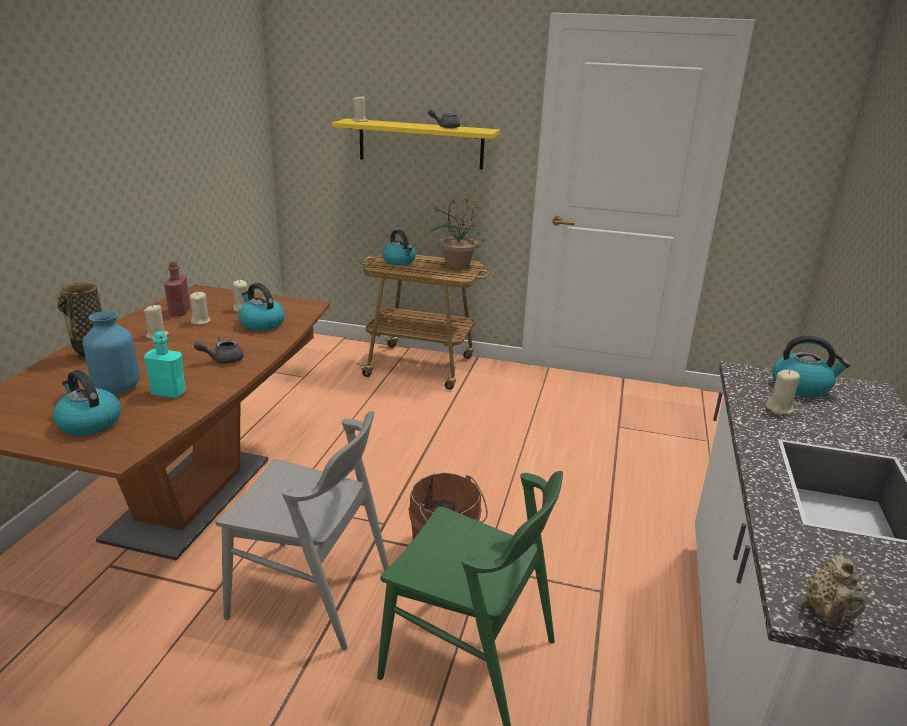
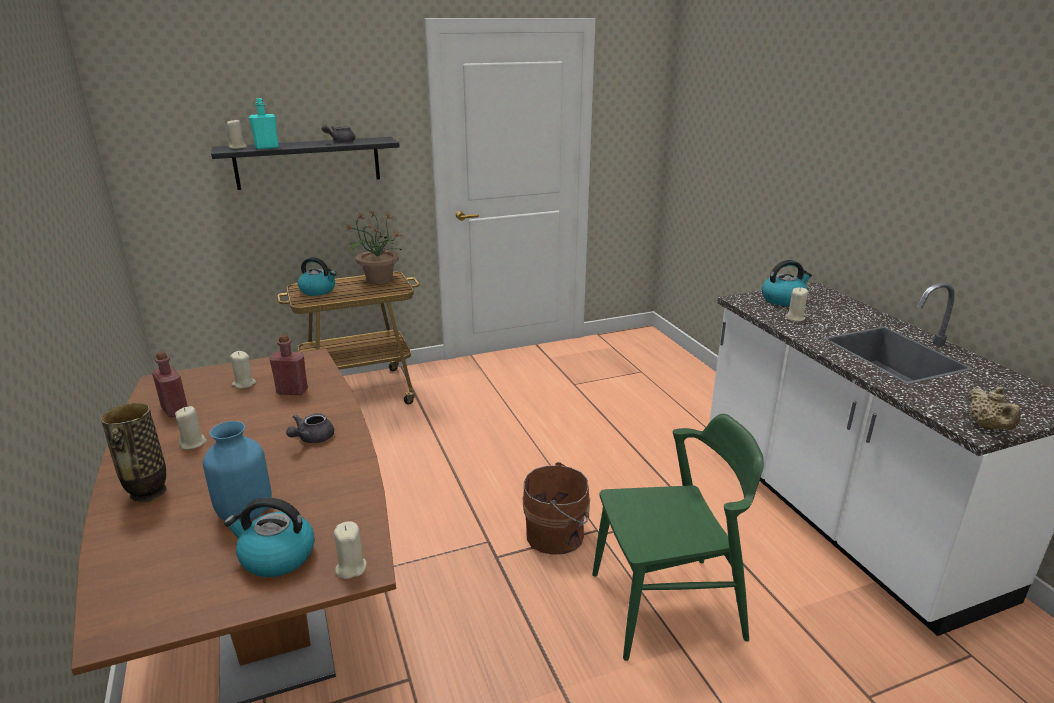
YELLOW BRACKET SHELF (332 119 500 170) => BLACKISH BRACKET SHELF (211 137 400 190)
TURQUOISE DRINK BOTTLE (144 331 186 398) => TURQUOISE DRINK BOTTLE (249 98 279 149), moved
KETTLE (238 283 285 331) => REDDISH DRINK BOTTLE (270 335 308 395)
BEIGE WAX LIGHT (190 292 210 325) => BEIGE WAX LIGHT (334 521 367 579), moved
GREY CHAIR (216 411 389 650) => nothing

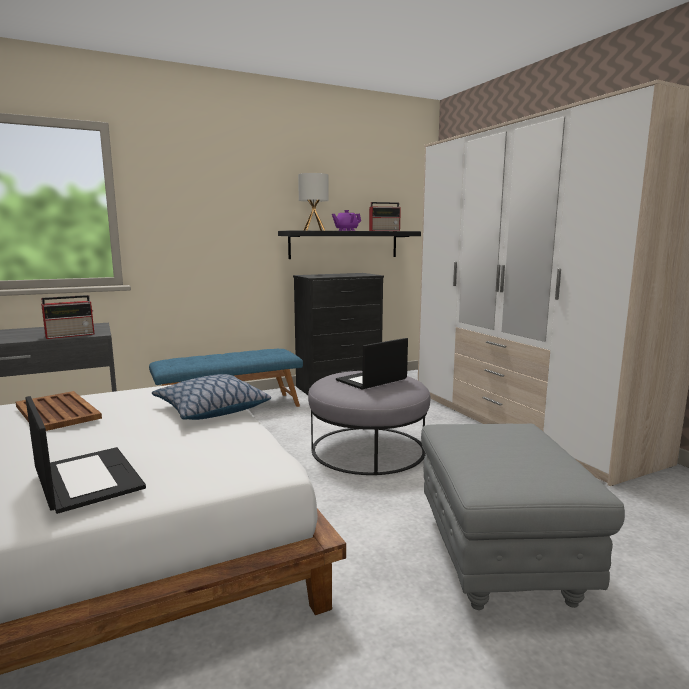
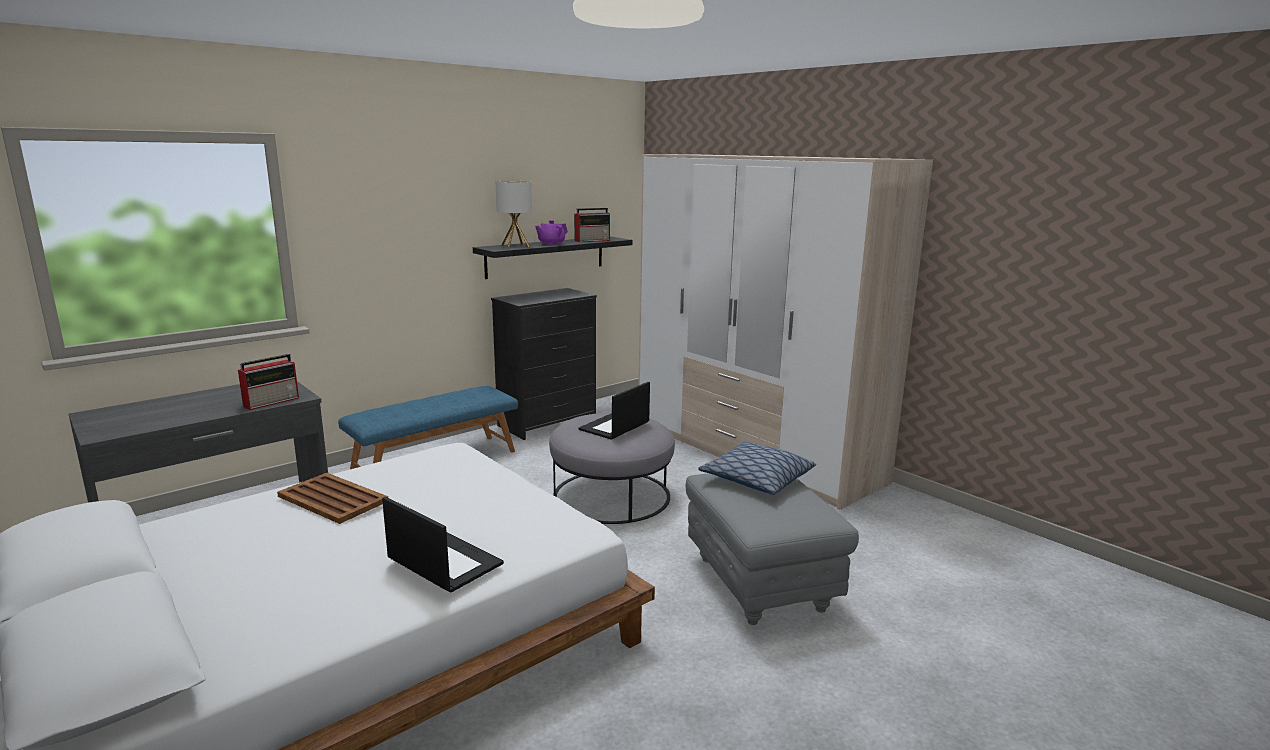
THROW PILLOW (152 374 271 420) => THROW PILLOW (698 442 816 495), moved

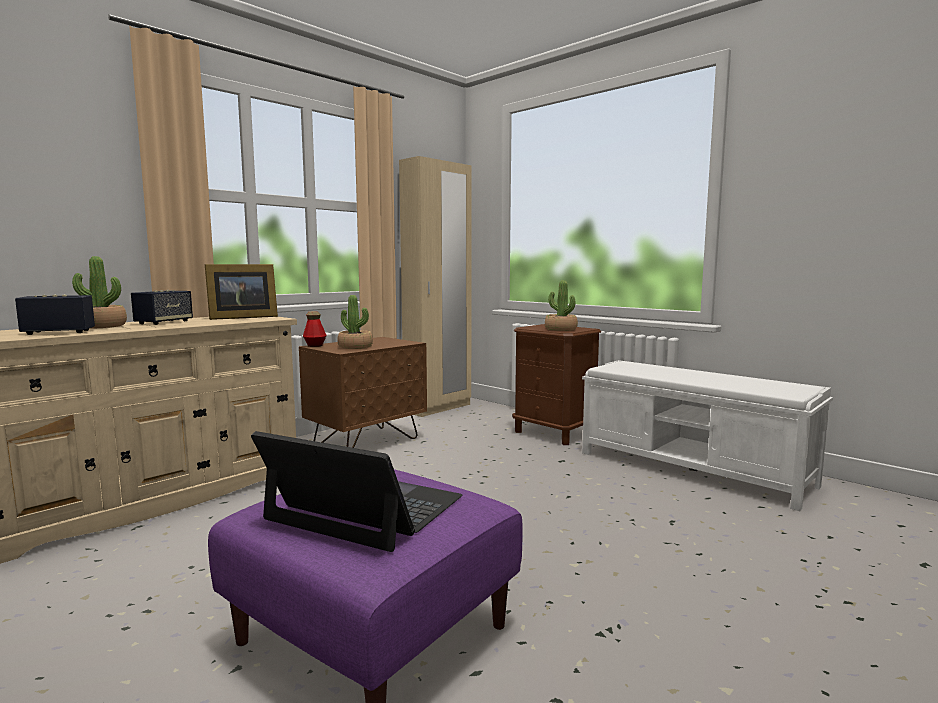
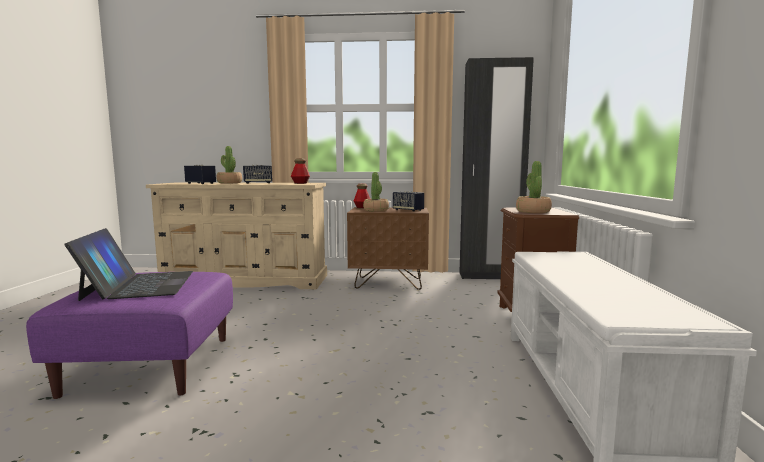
STANDING FRAME (205 264 278 320) => DRINK BOTTLE (291 158 310 184)
nothing => LOUDSPEAKER (393 191 424 212)
BEIGE ARMOIRE (399 156 471 417) => BLACKISH ARMOIRE (459 57 534 279)

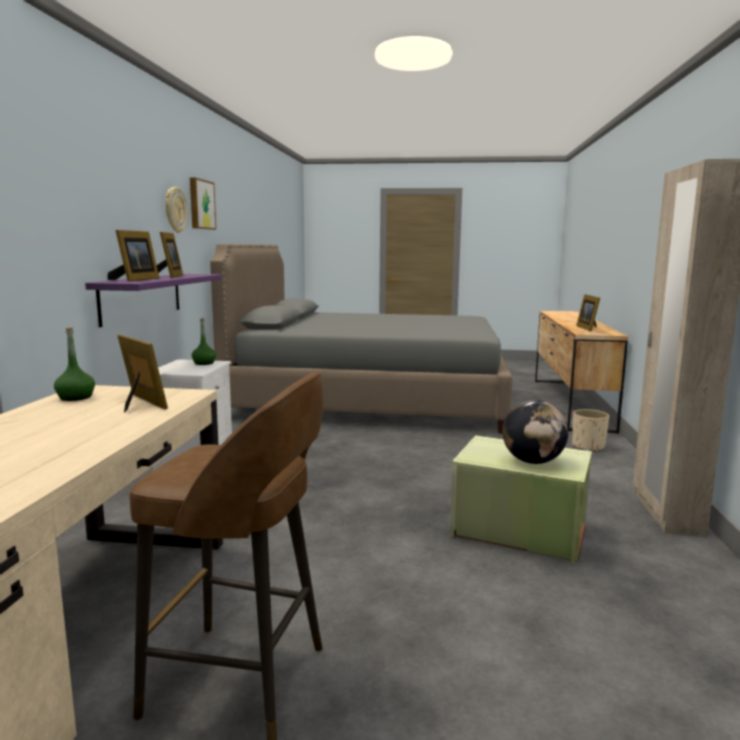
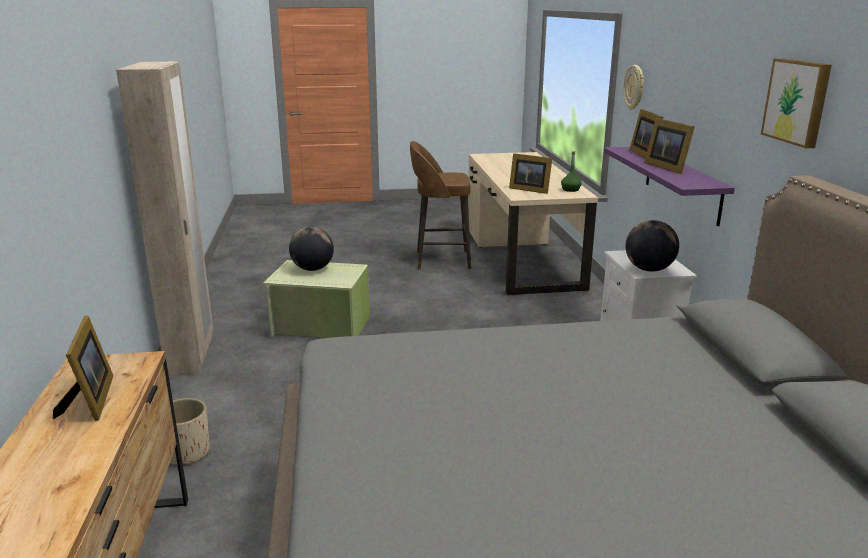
HANGING CLOCK (166 187 188 233) => HANGING CLOCK (623 65 644 110), moved
GREEN DRINK BOTTLE (192 318 216 365) => WORLD GLOBE (626 220 679 272)

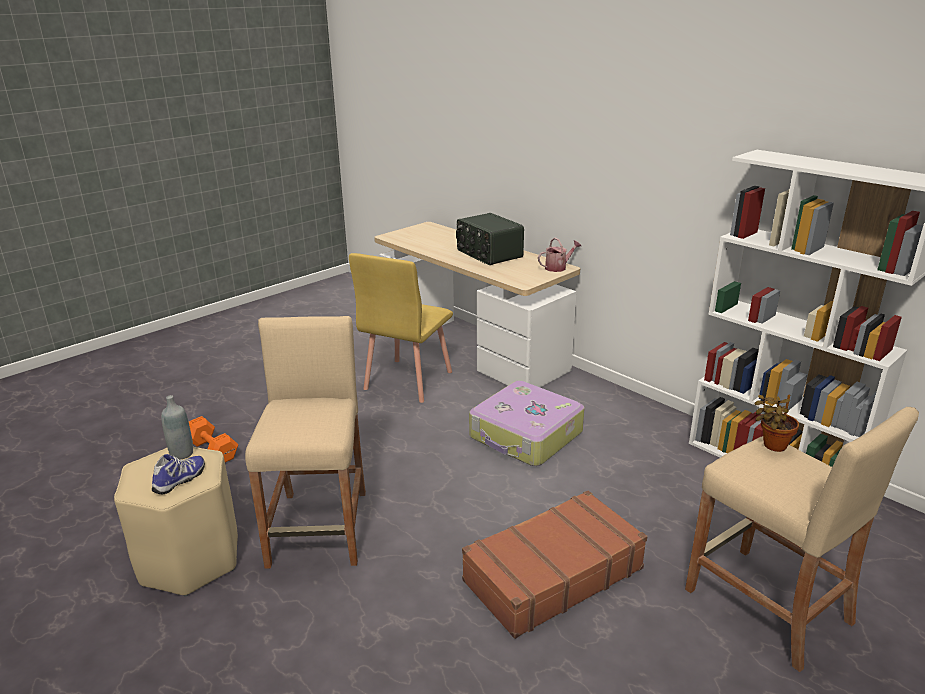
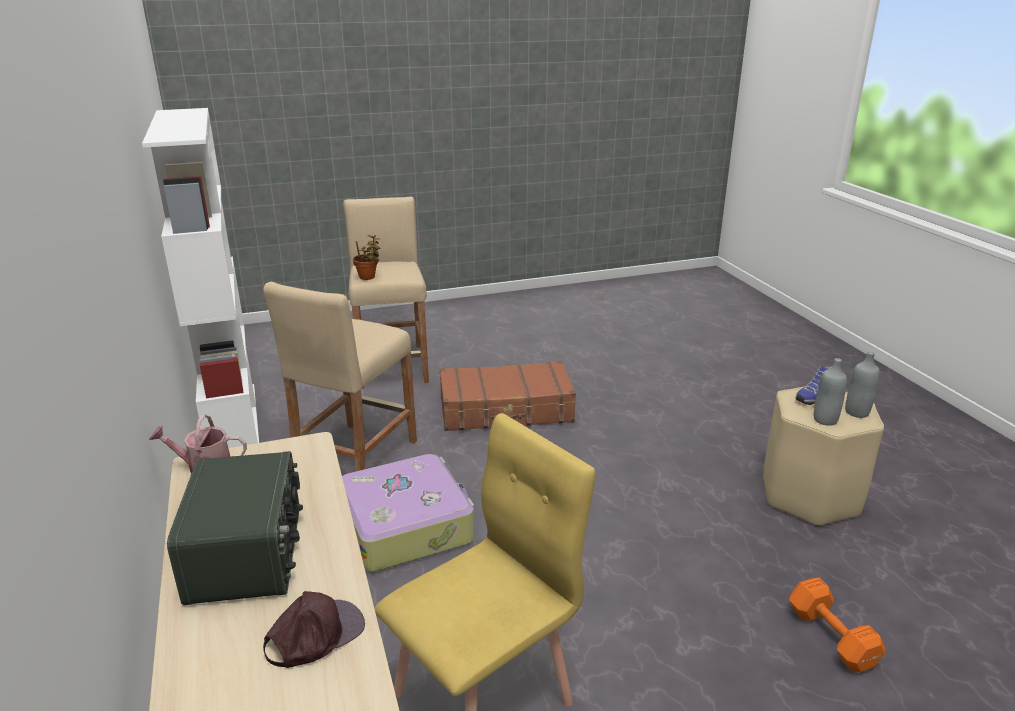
BEIGE STOOL SEAT (245 316 366 569) => BEIGE STOOL SEAT (263 281 417 472), moved
nothing => BROWN-COLOURED BASEBALL CAP (263 591 365 668)
nothing => GREY DRINK BOTTLE (845 351 880 418)

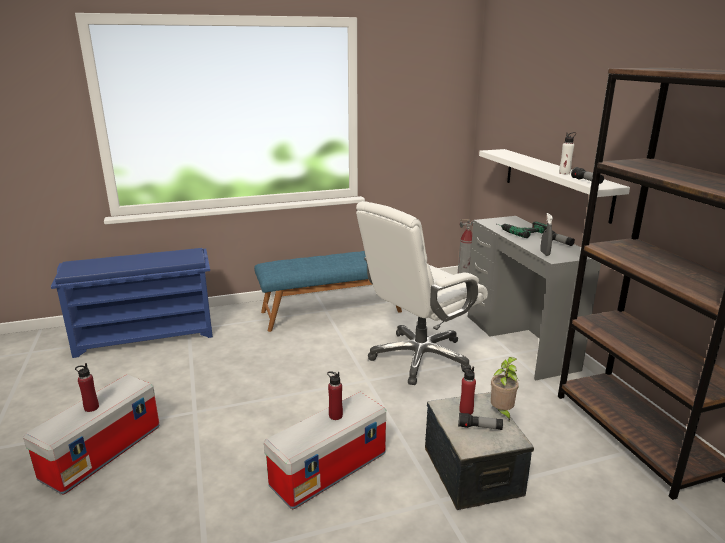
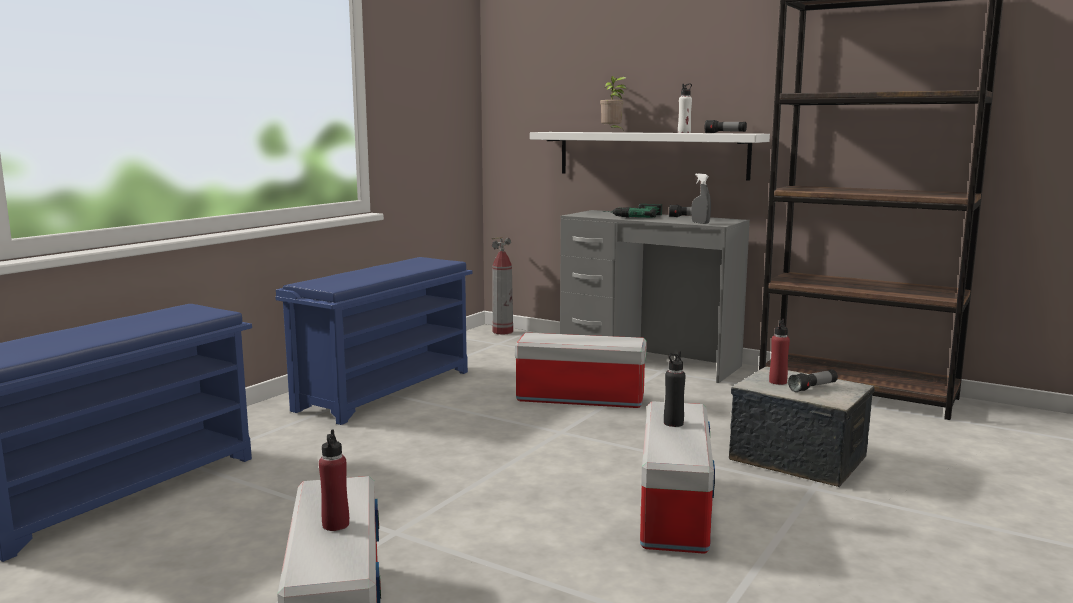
BLUE-COLOURED BENCH (254 251 402 332) => BLUE-COLOURED SHOE RACK (275 257 472 425)
WHITE-COLOURED DESK CHAIR (356 201 488 385) => STORAGE CONTAINER (515 333 647 408)
POTTED PLANT (491 357 519 421) => POTTED PLANT (600 76 626 131), moved
REDDISH DRINK BOTTLE (327 371 343 420) => BLACKISH DRINK BOTTLE (664 351 686 427)

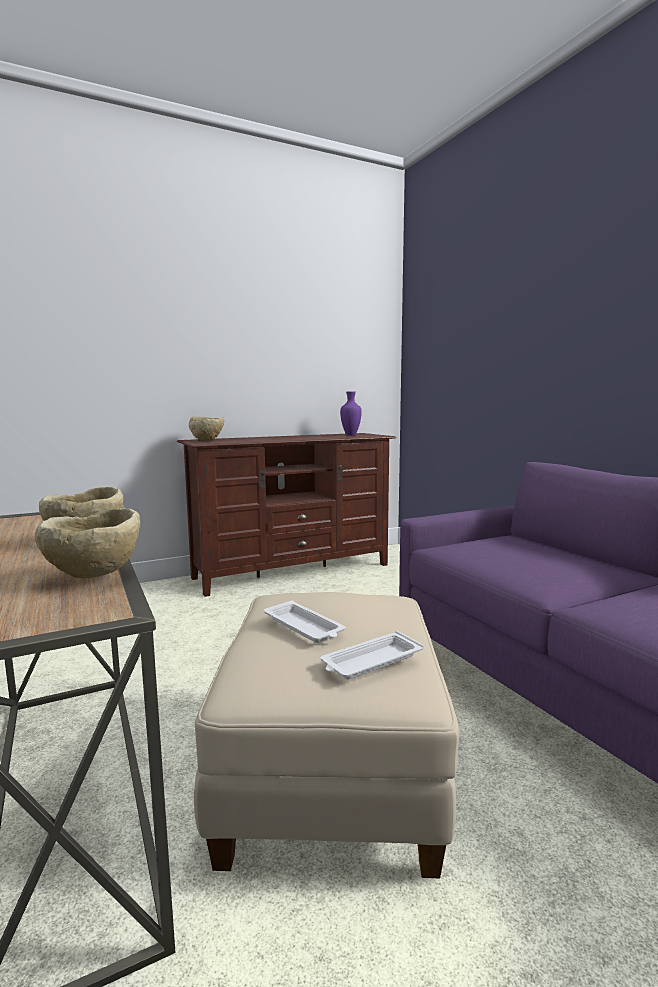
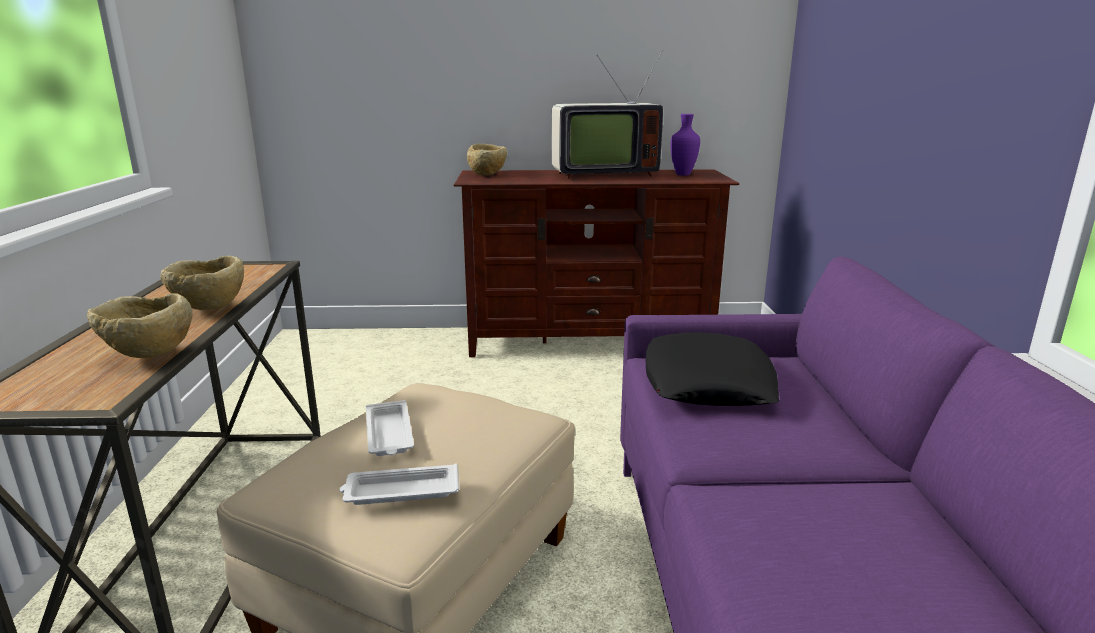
nothing => TV SET (551 50 663 179)
nothing => BLACKISH THROW PILLOW (646 332 779 406)

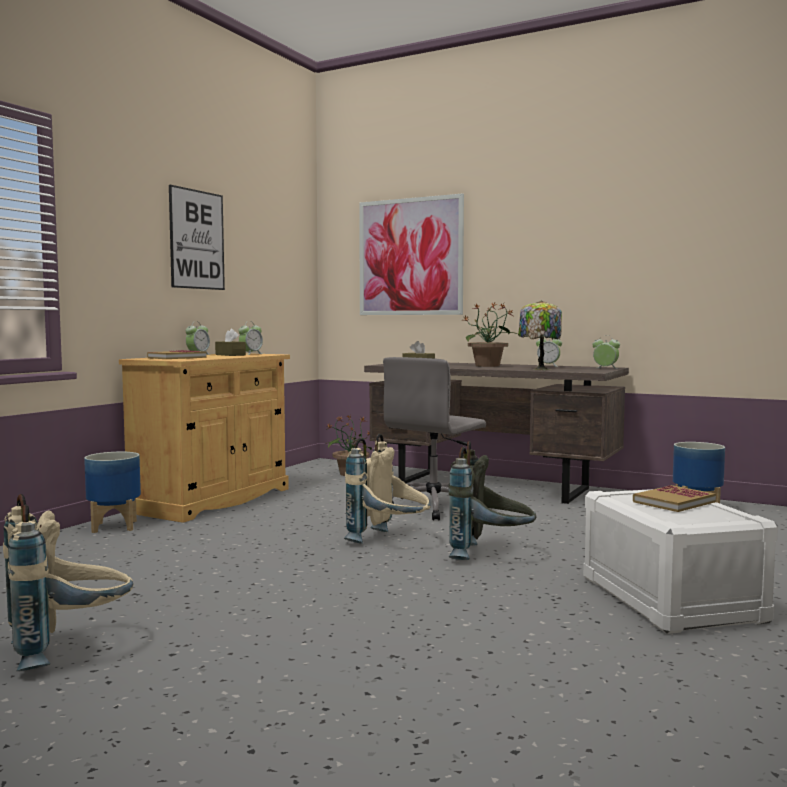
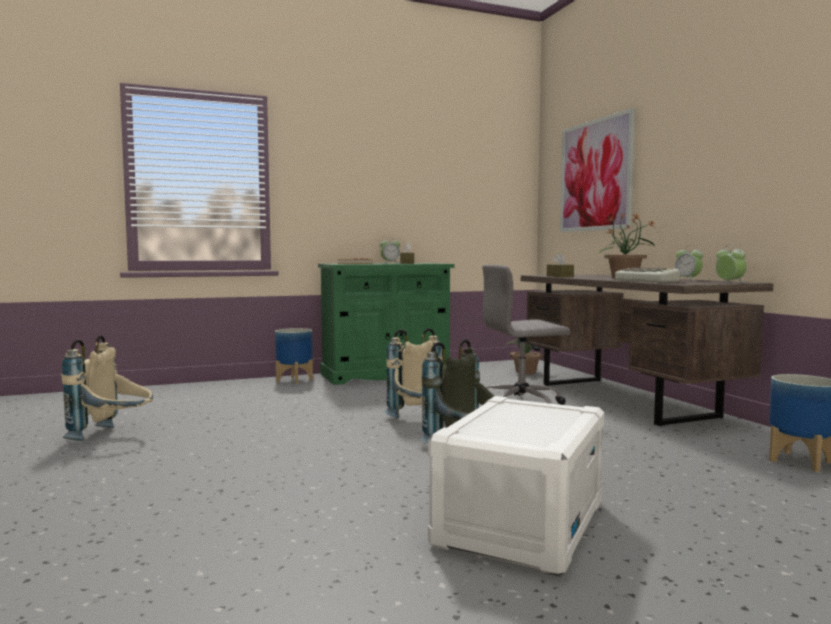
BEIGE CABINET (119 353 290 523) => GREEN CABINET (318 263 454 385)
LAMP FOR A TABLE (518 301 562 370) => PC KEYBOARD (615 267 680 283)
WALL ART (169 185 225 290) => nothing
ALARM CLOCK (239 321 263 355) => nothing
BOUND BOOK (633 485 716 512) => nothing

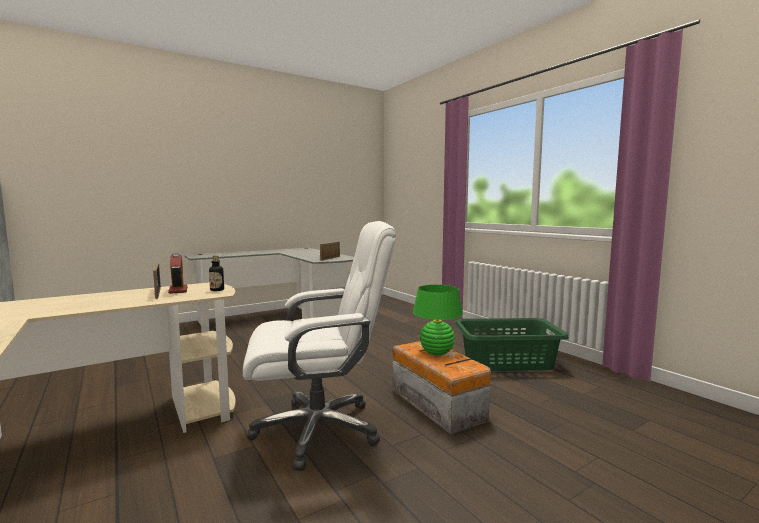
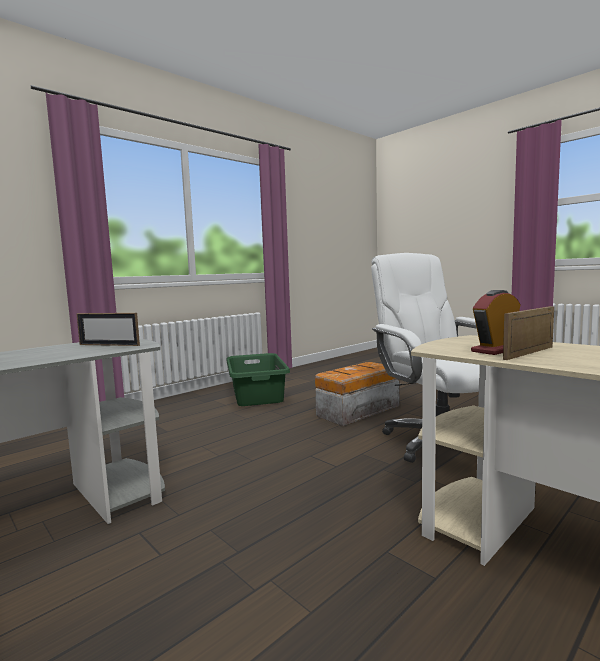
DRINK BOTTLE (209 256 224 291) => nothing
GREEN LAMP FOR A TABLE (413 285 463 356) => nothing

